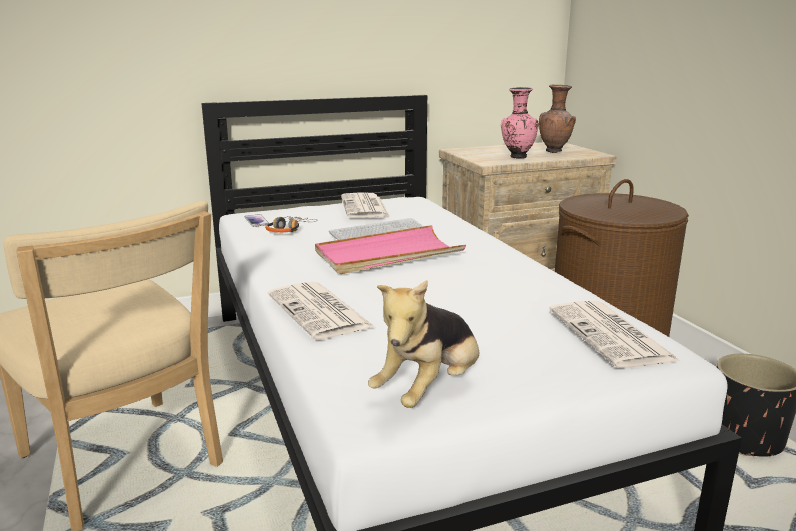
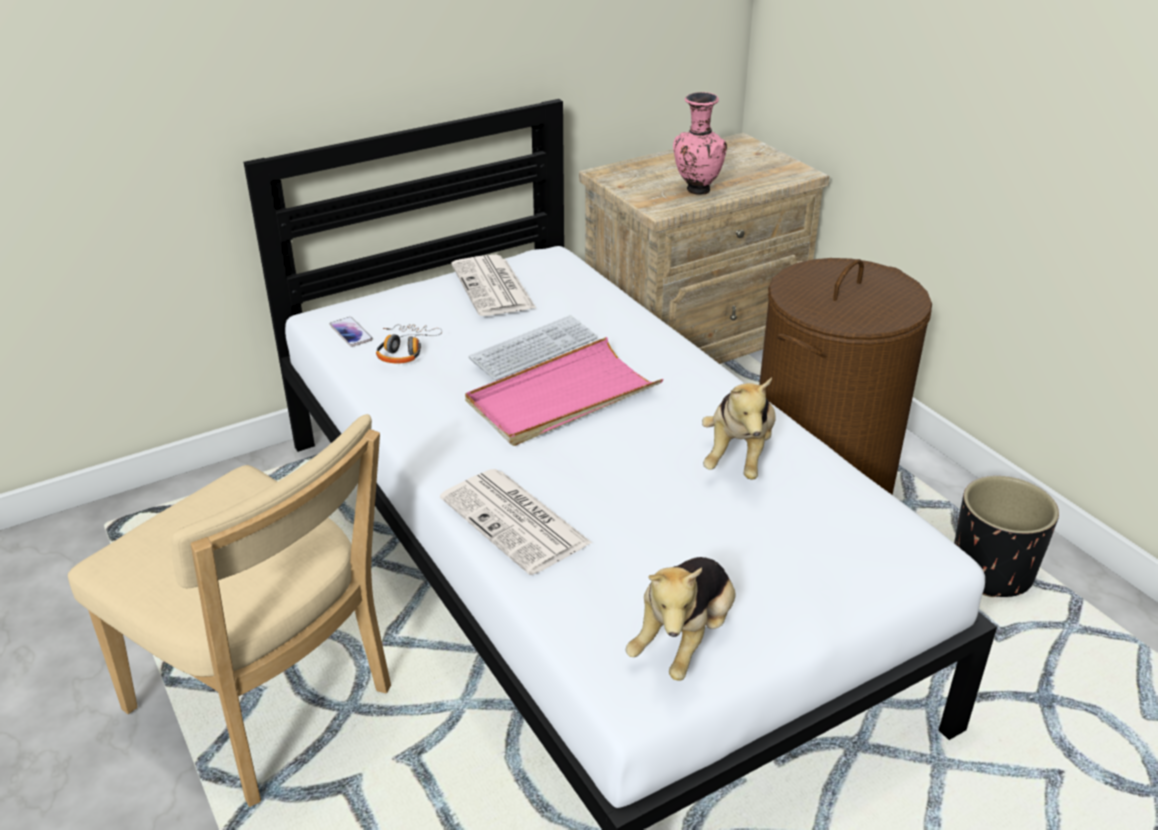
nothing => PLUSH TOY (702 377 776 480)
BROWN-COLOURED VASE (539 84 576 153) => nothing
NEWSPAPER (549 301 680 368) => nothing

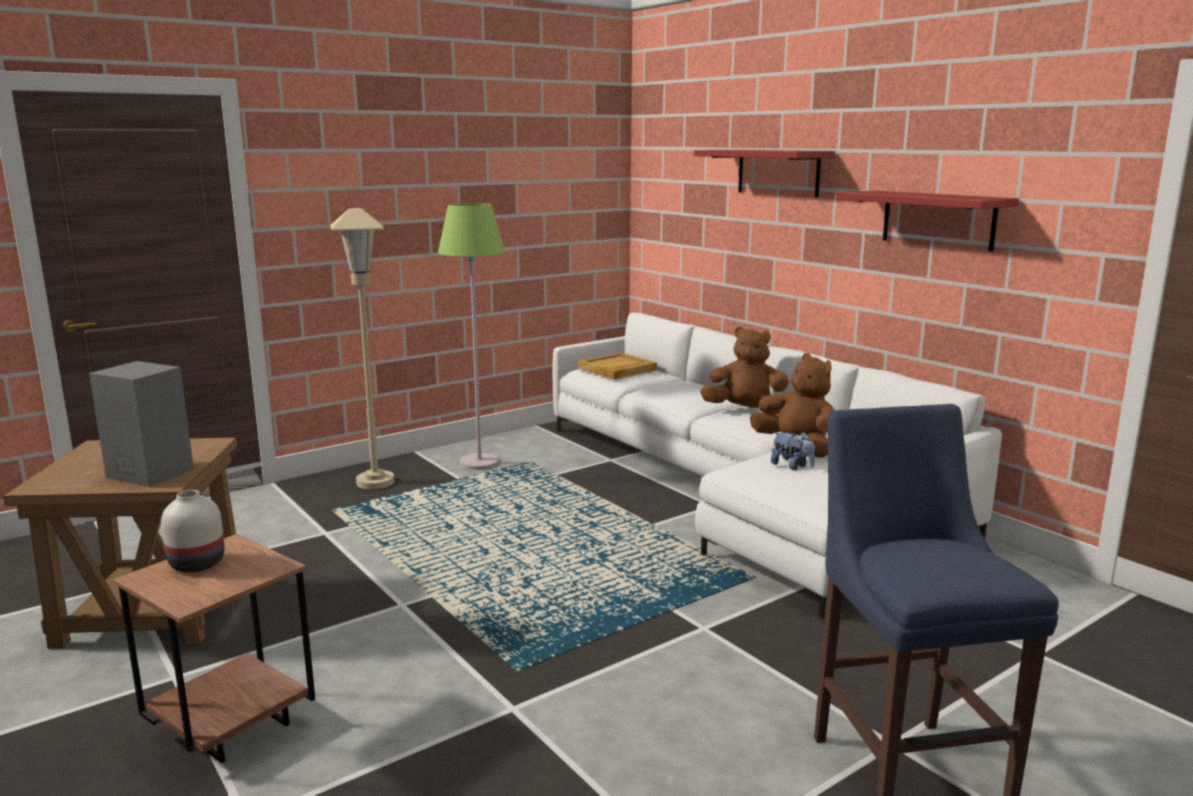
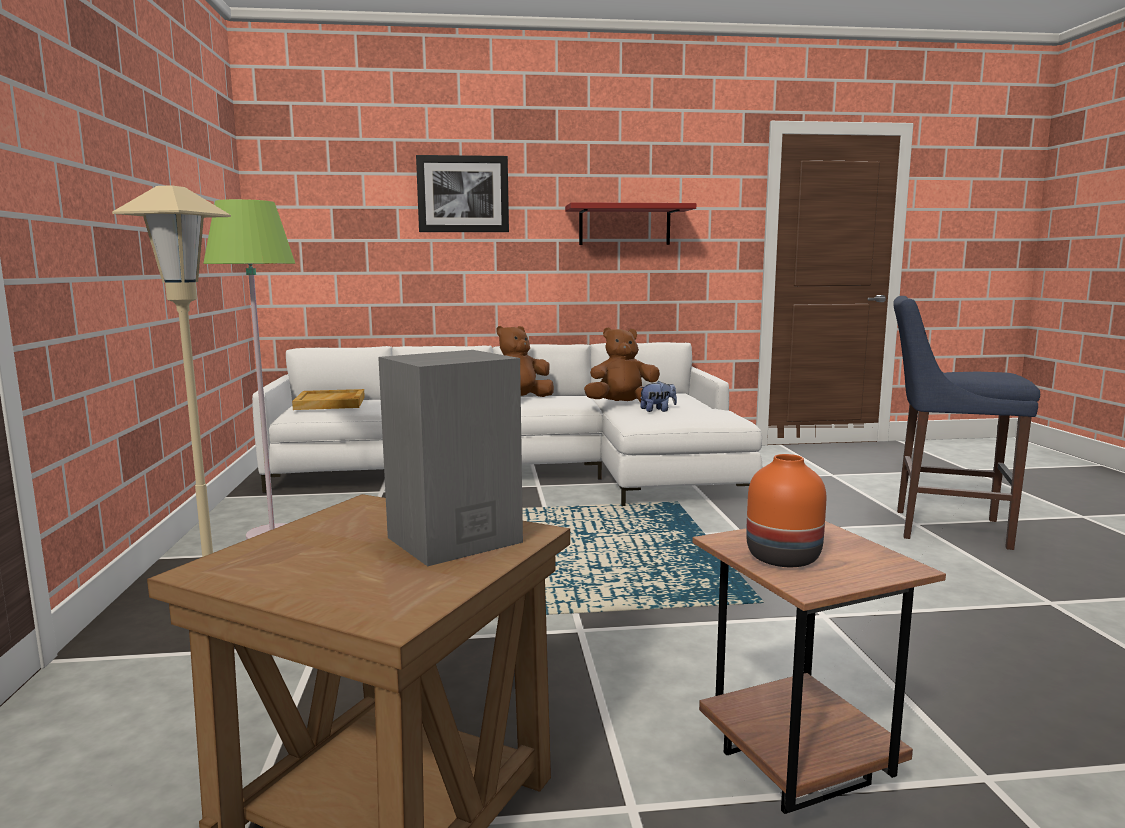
REDDISH BRACKET SHELF (694 150 835 198) => WALL ART (416 155 509 232)
WHITE-COLOURED VASE (161 490 225 572) => ORANGE VASE (746 454 826 567)

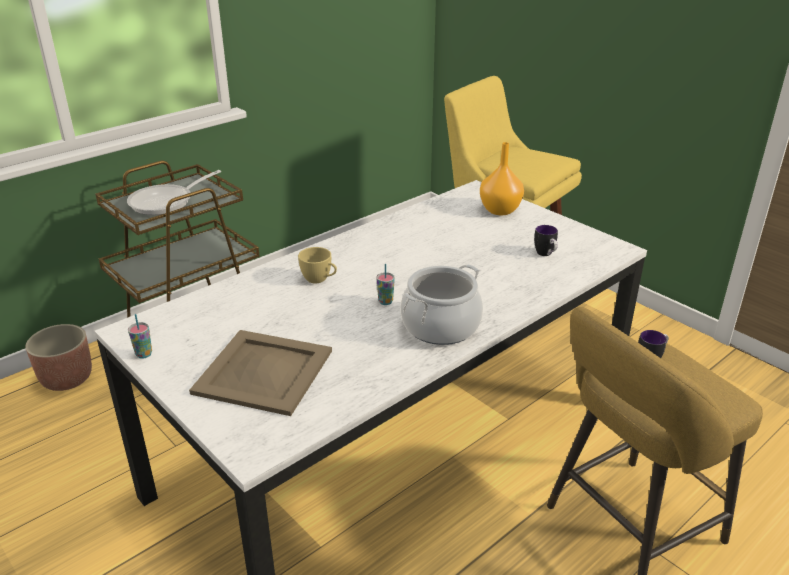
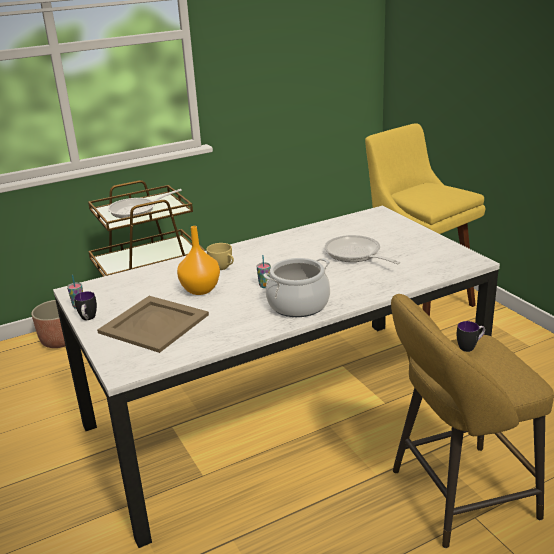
TEA MUG (534 225 558 256) => TEA MUG (74 291 97 320), moved
ORANGE VASE (480 142 524 215) => ORANGE VASE (177 226 220 295), moved
nothing => SKILLET (325 235 401 264)

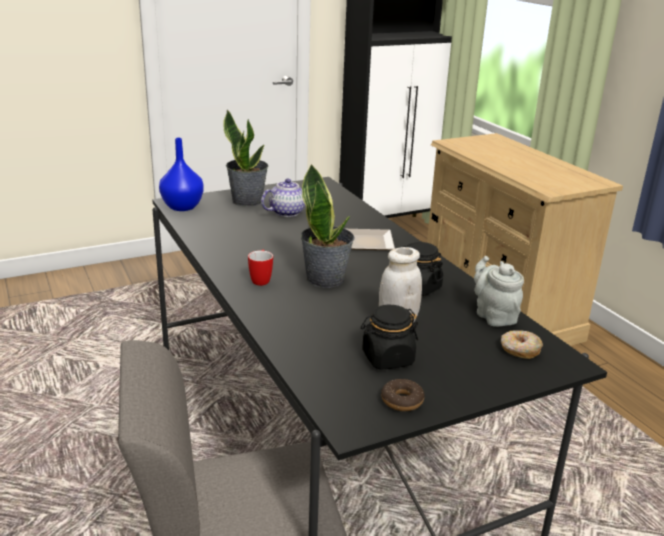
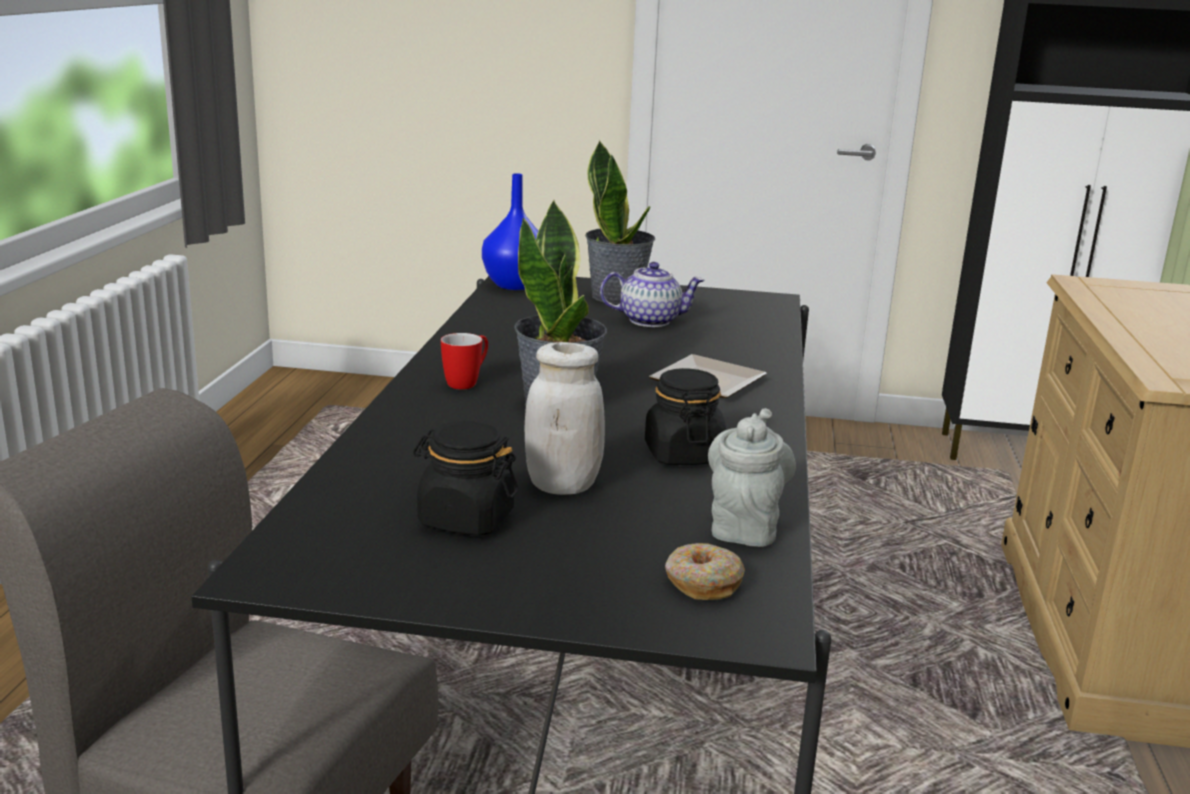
RING DOUGHNUT (381 379 425 411) => nothing

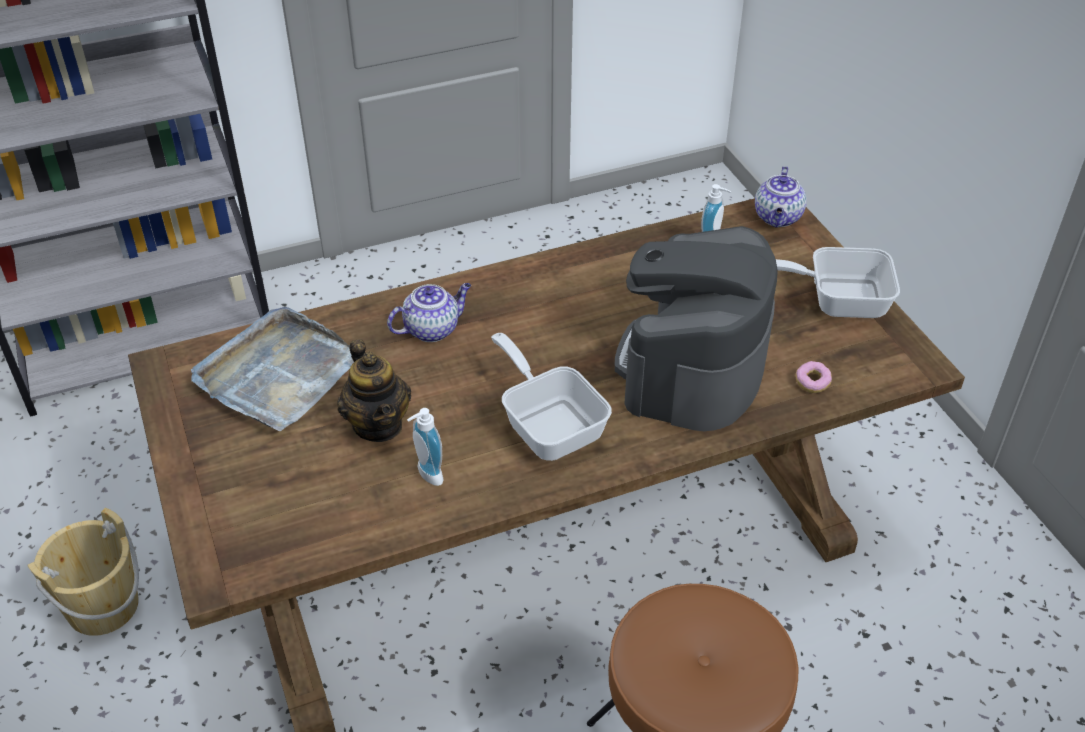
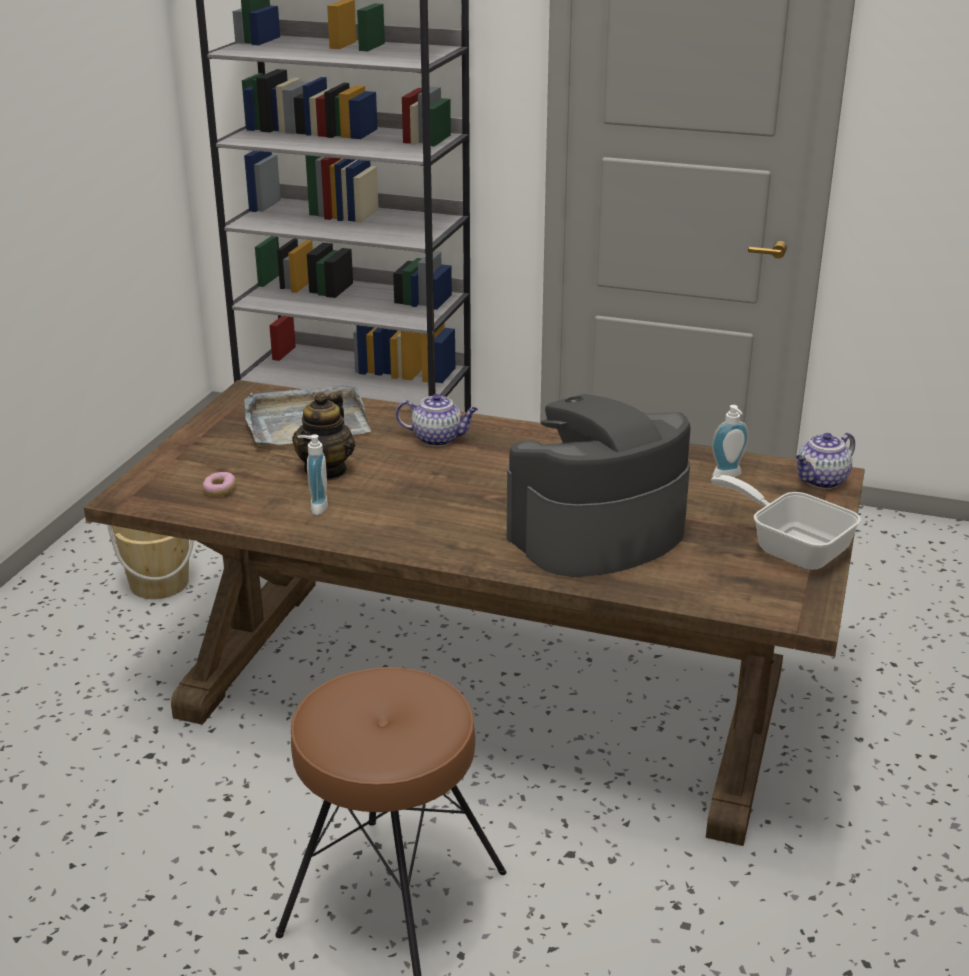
RING DOUGHNUT (796 361 832 393) => RING DOUGHNUT (203 472 236 497), moved
SKILLET (491 333 612 461) => nothing

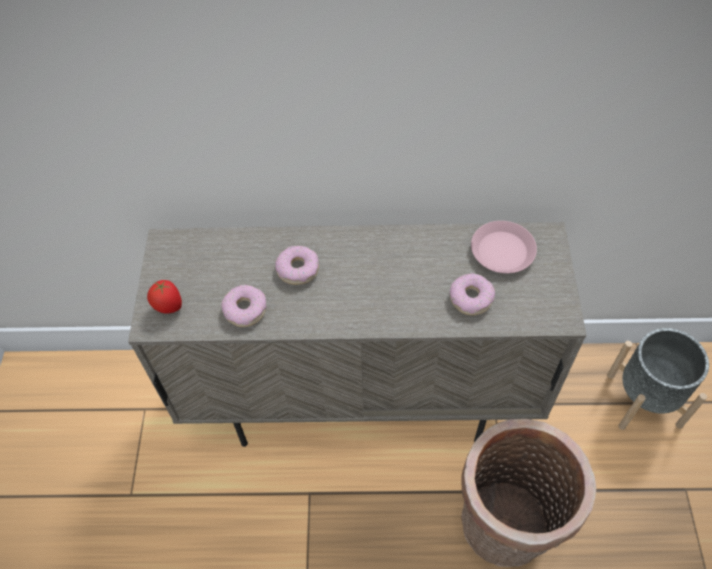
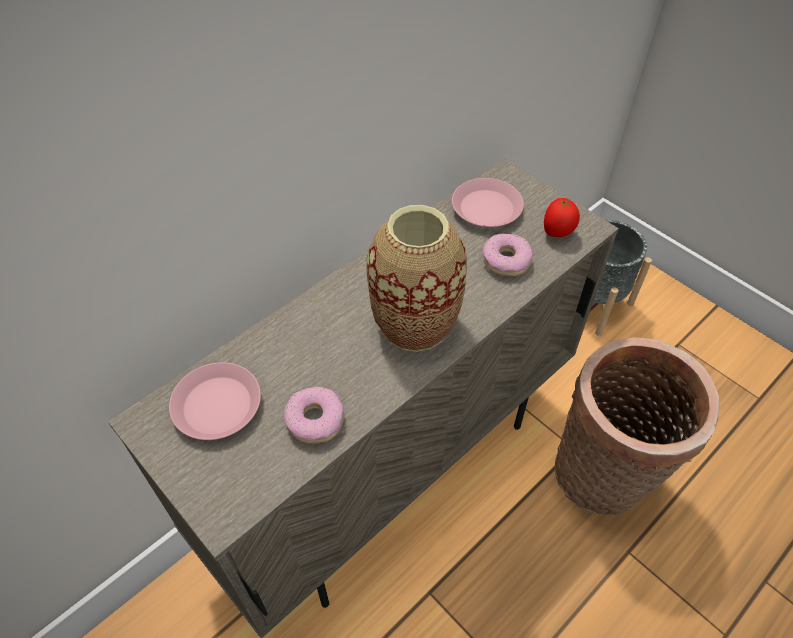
nothing => PINK FLAT DISH (169 362 261 440)
nothing => VASE (367 205 467 352)
FRESH TOMATO (147 280 182 314) => FRESH TOMATO (544 198 580 237), moved
RING DOUGHNUT (275 246 319 285) => nothing

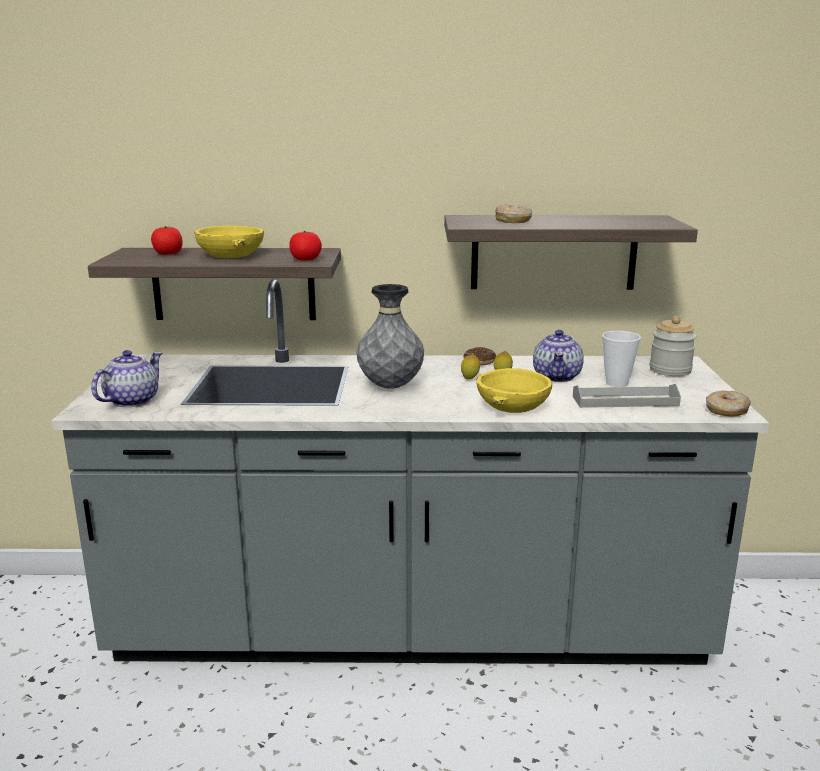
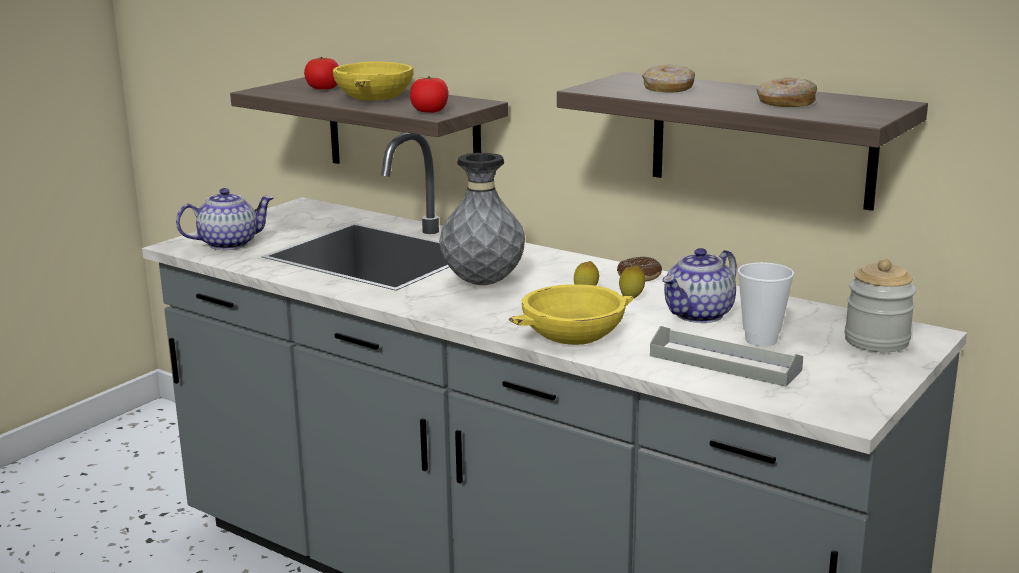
RING DOUGHNUT (706 391 751 416) => RING DOUGHNUT (757 77 817 107), moved

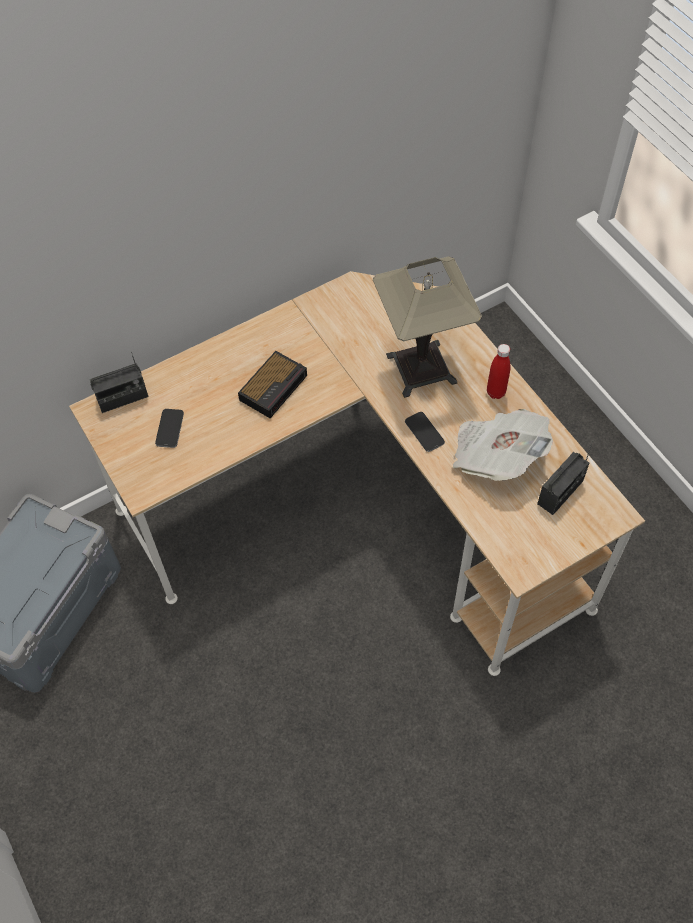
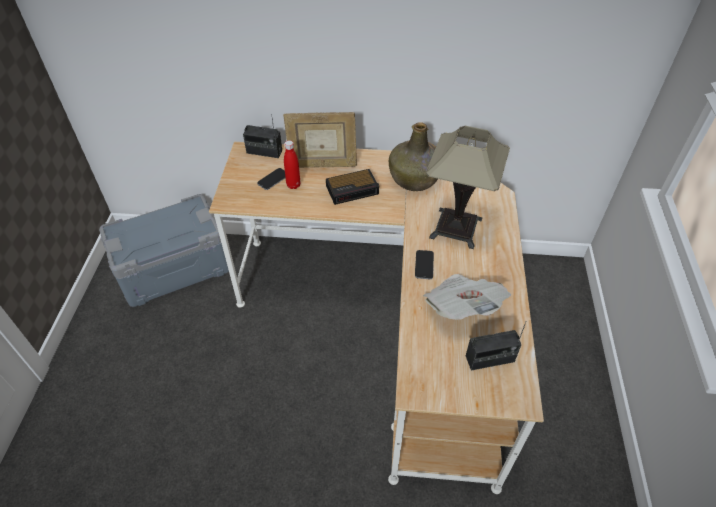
nothing => STANDING FRAME (283 112 357 168)
REDDISH DRINK BOTTLE (487 344 510 399) => REDDISH DRINK BOTTLE (284 140 301 189), moved
nothing => GREEN DRINK BOTTLE (389 122 438 191)

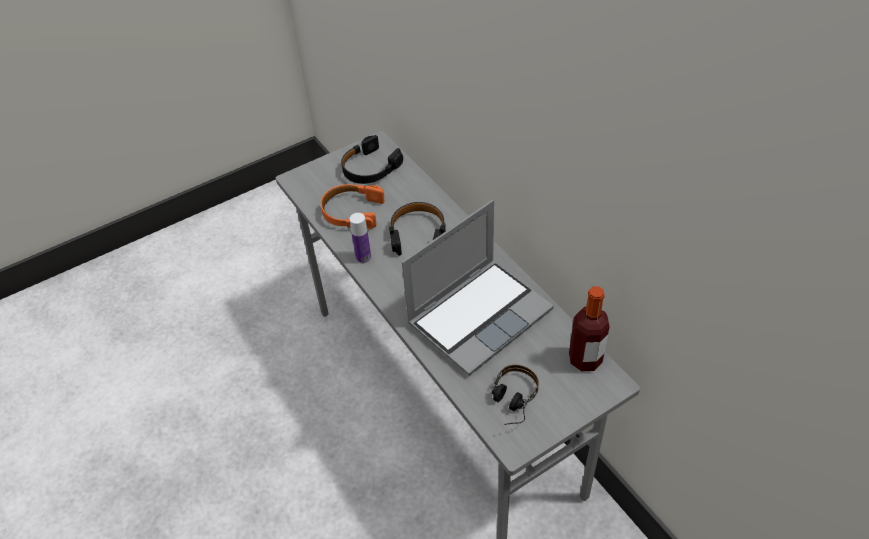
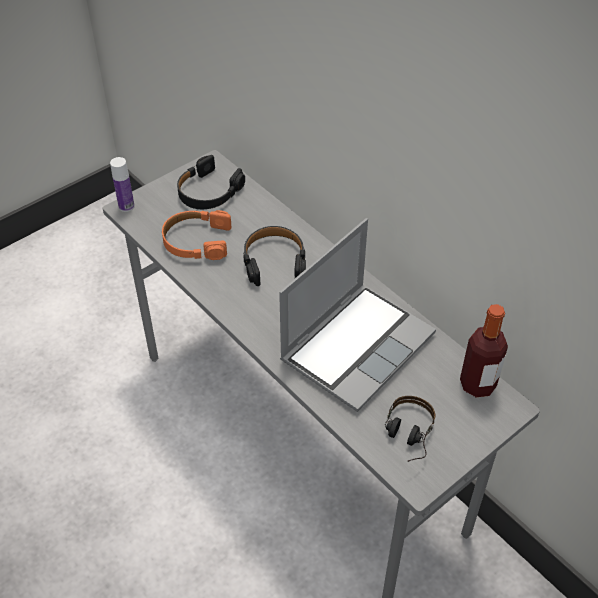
DRINK BOTTLE (350 213 371 264) => DRINK BOTTLE (110 157 135 212), moved

